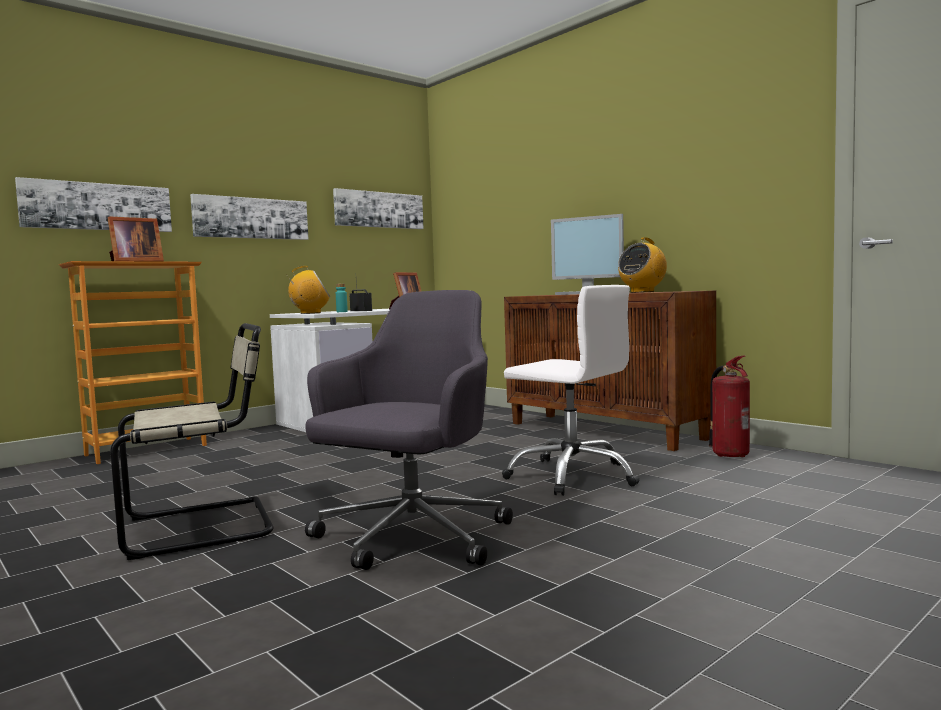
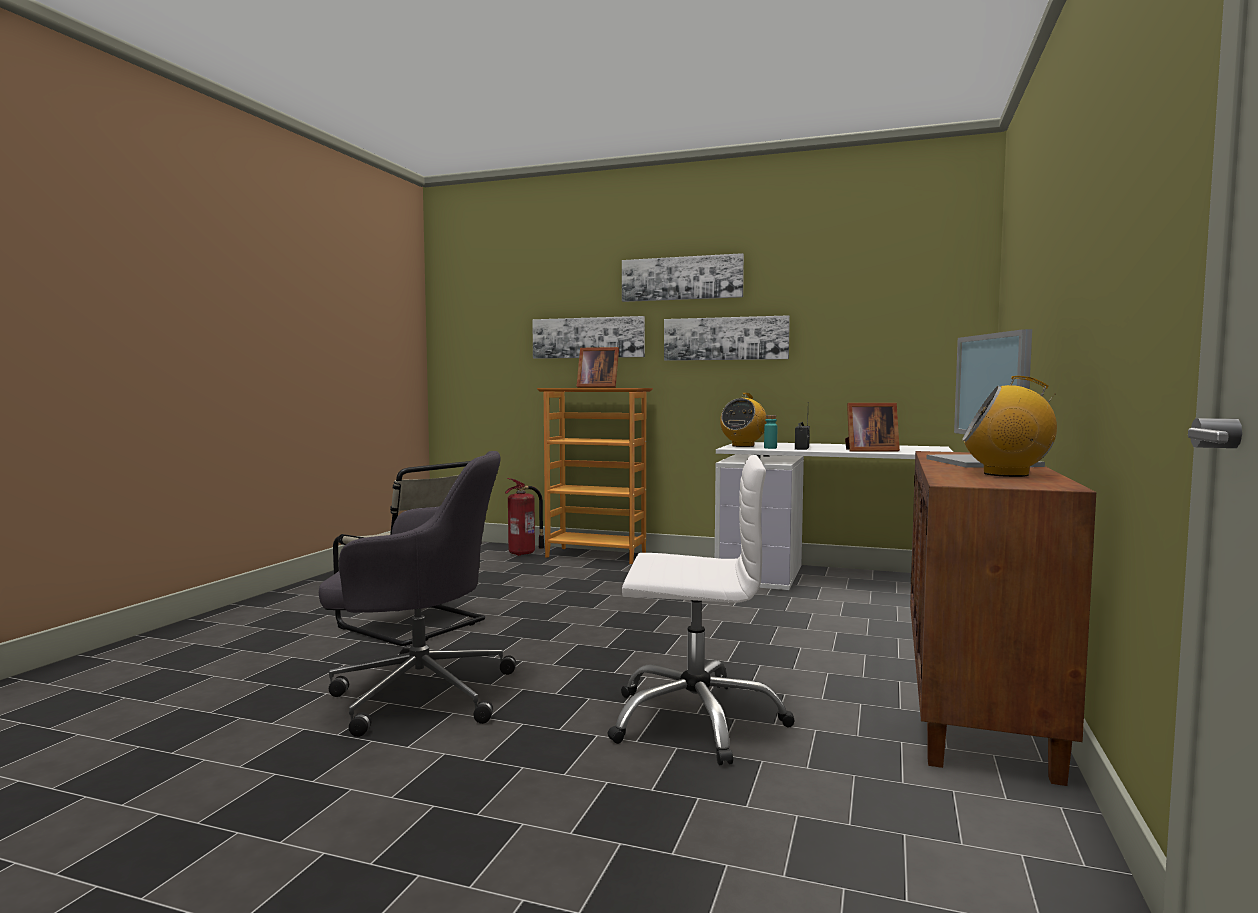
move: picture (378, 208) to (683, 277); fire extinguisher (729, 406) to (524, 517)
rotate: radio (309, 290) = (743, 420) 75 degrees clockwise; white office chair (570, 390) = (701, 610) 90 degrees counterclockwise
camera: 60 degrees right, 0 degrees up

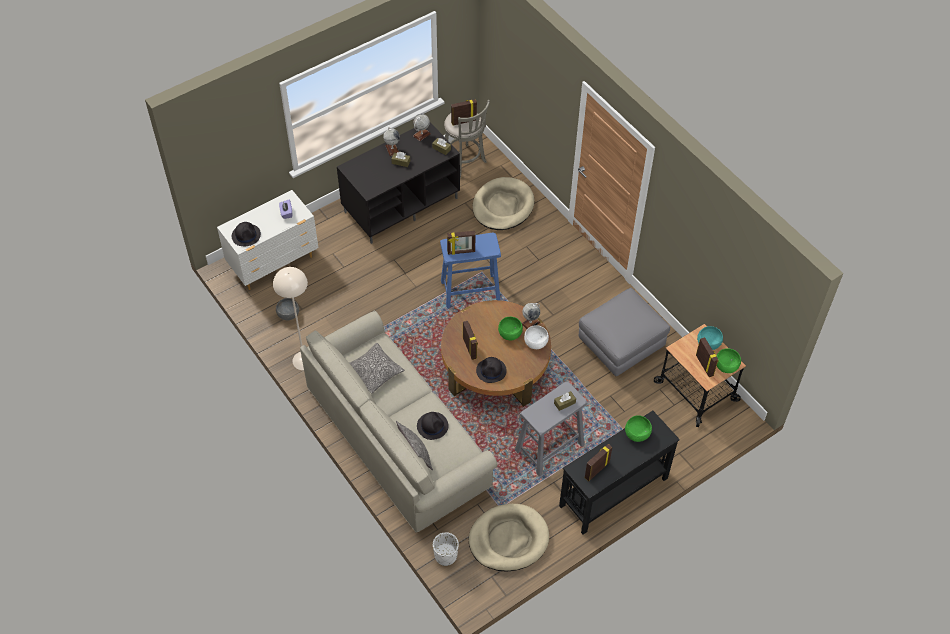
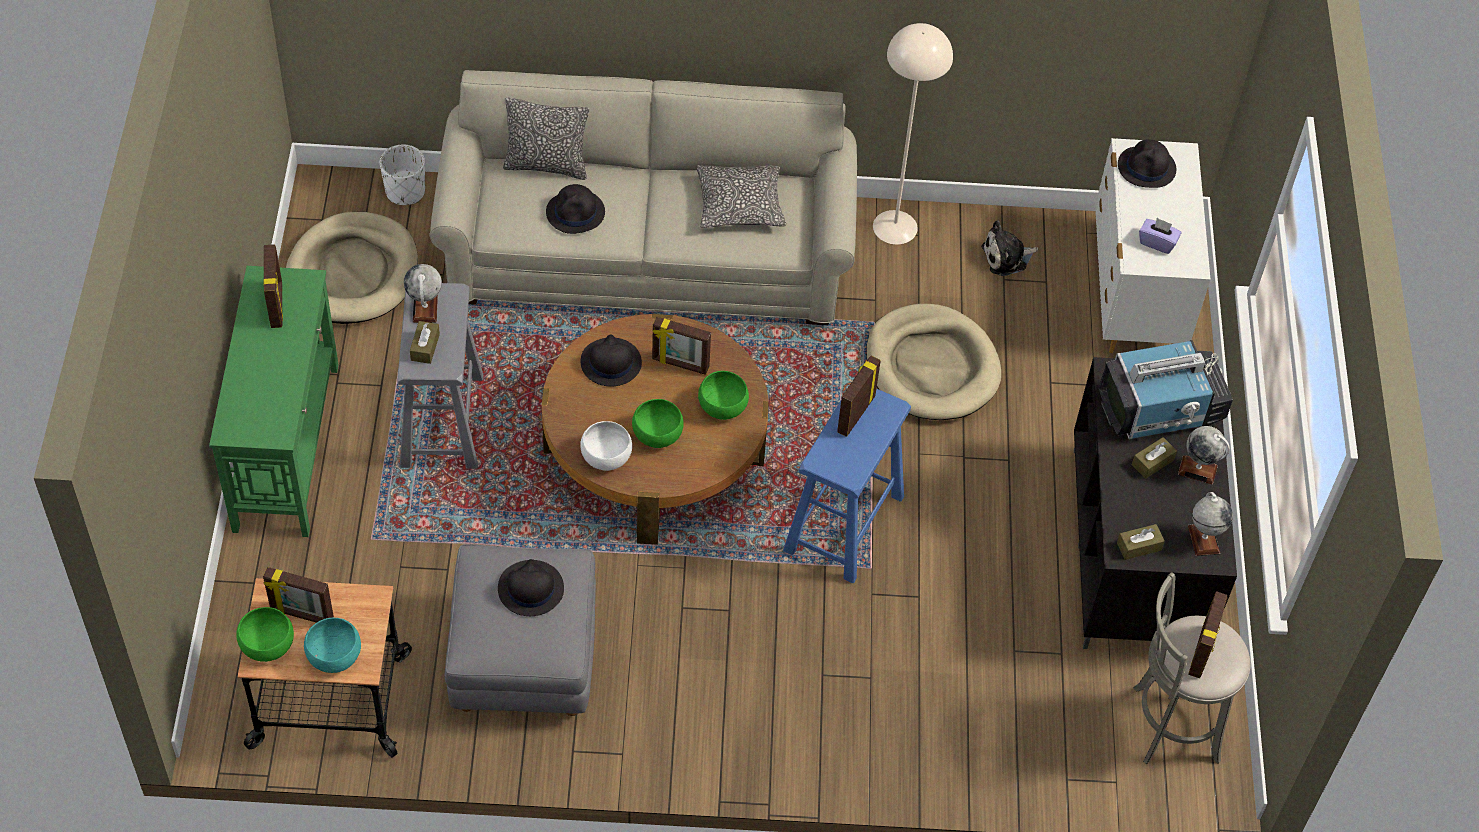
insert: television (1166, 389); black hat (531, 587)
move: beige dog bed (503, 203) to (933, 362); globe (531, 316) to (423, 293); green bowl (638, 428) to (723, 395)
replace: grey bowl (287, 309) to plush toy (1009, 248)
recolor: black console table (619, 473) to green console table (274, 401)
camera: 125 degrees right, 0 degrees up

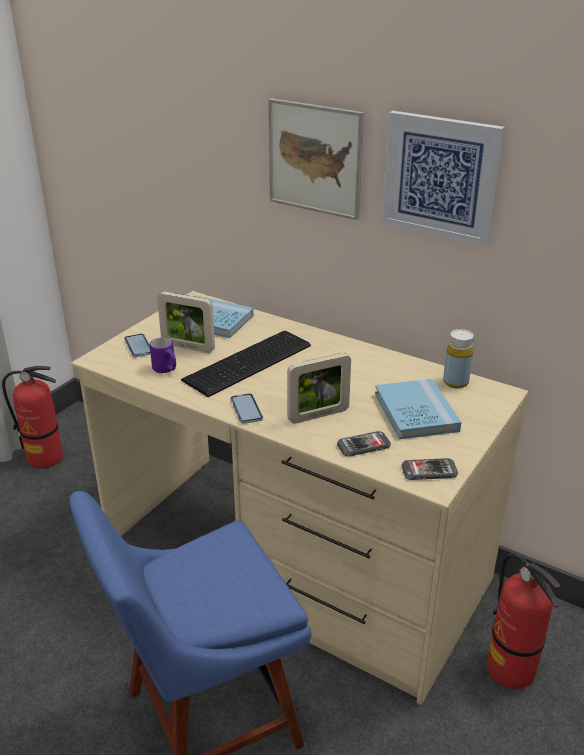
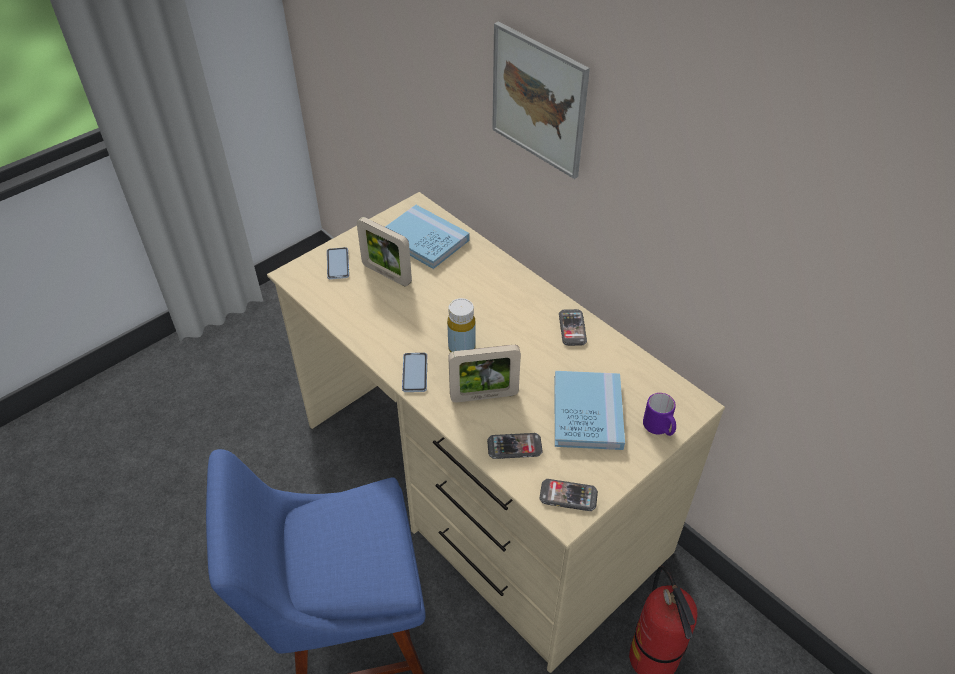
delete: picture (443, 178); keyboard (246, 364); fire extinguisher (32, 417)
insert: phone (573, 327)
move: yellow bottle (458, 358) to (461, 325); purple mug (163, 355) to (659, 414)
camera: 15 degrees right, 15 degrees up

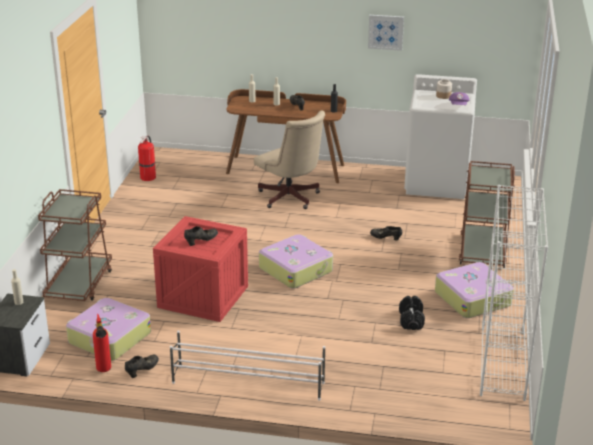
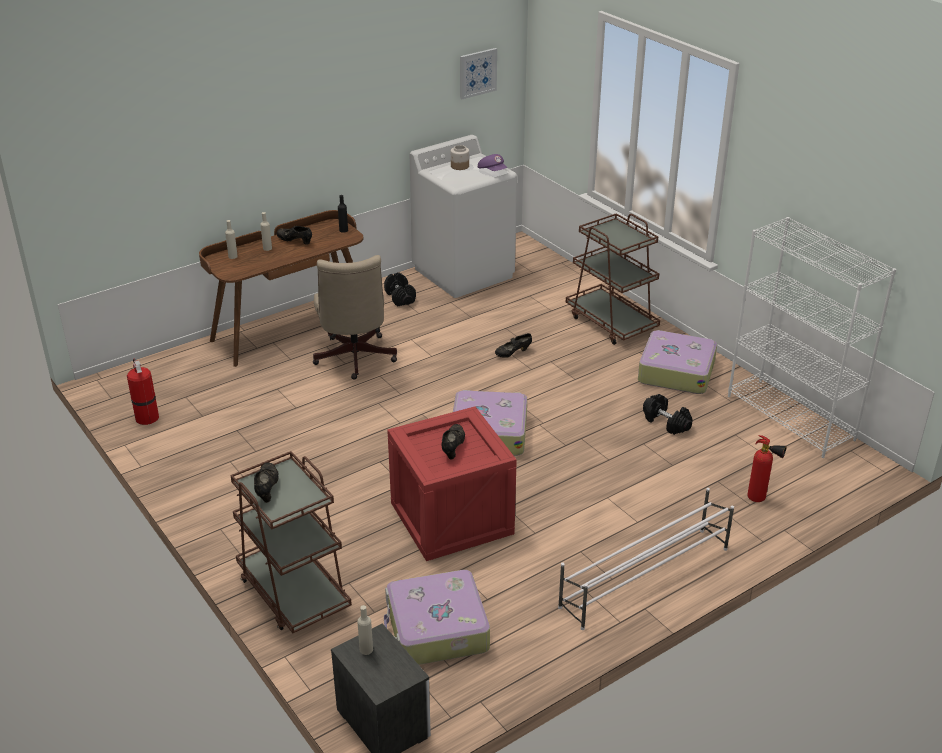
insert: black dumbbell (400, 289)
move: picture (386, 33) to (478, 73); fire extinguisher (102, 343) to (767, 468); black shoe (142, 366) to (266, 482)
rotate: beige office chair (289, 159) = (355, 317) 75 degrees clockwise
camera: 45 degrees left, 5 degrees up

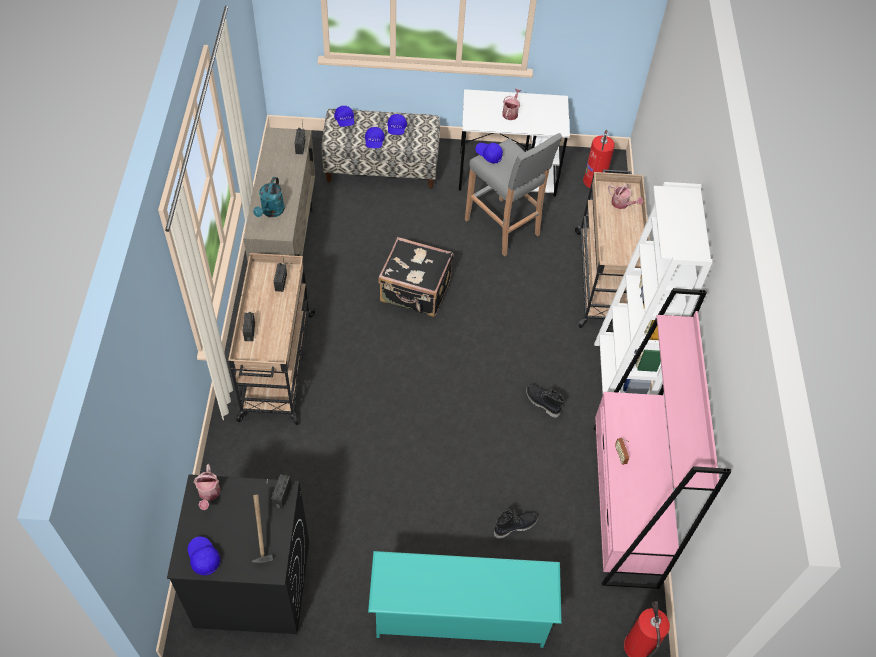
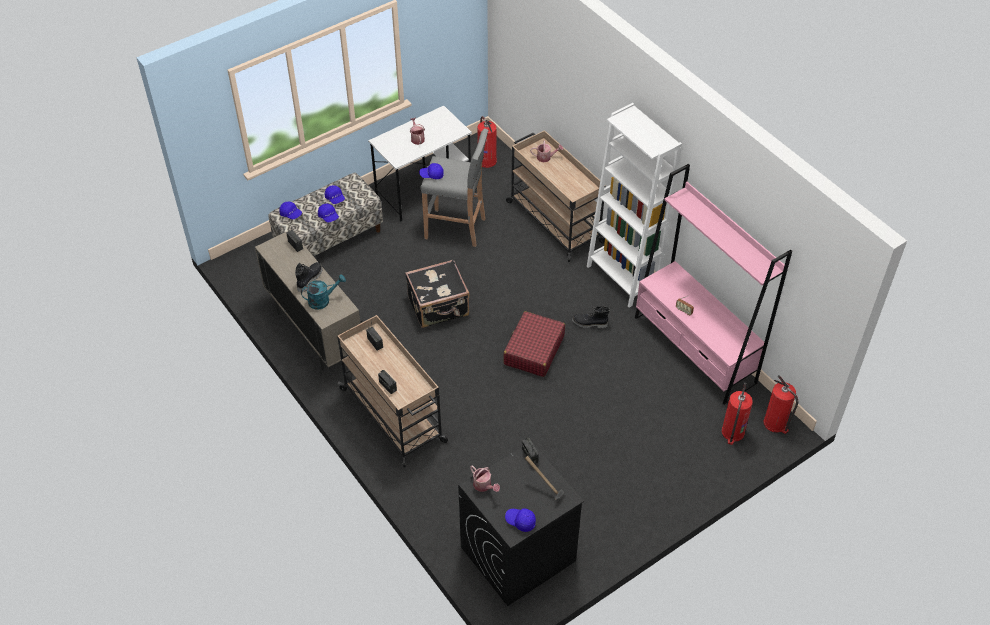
delete: turquoise shoe rack (465, 599)
insert: red suitcase (534, 344); fire extinguisher (737, 413)
move: black boot (516, 524) to (309, 277)
rotate: turquoise watering can (269, 197) = (323, 291) 90 degrees counterclockwise
camera: 35 degrees left, 5 degrees down

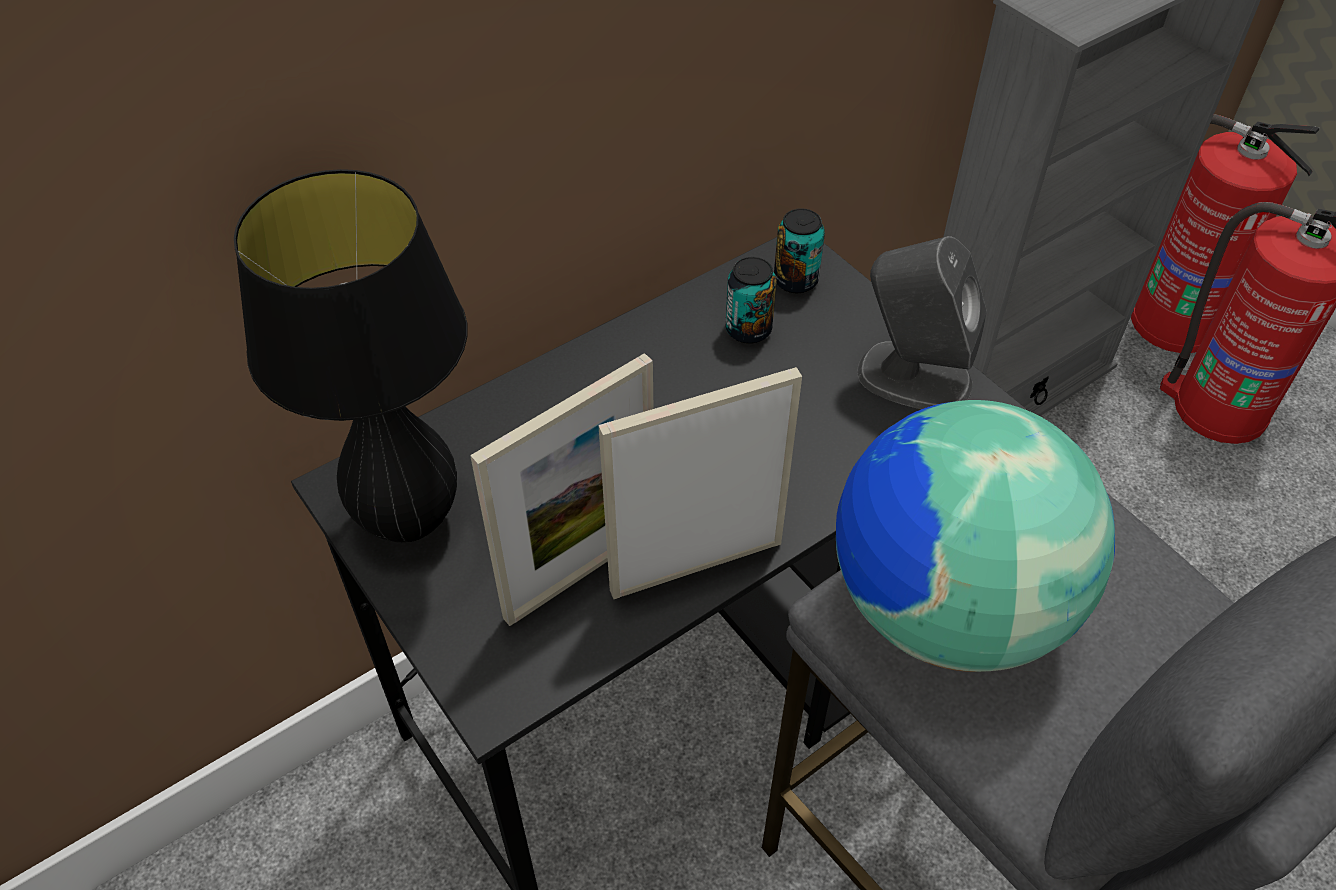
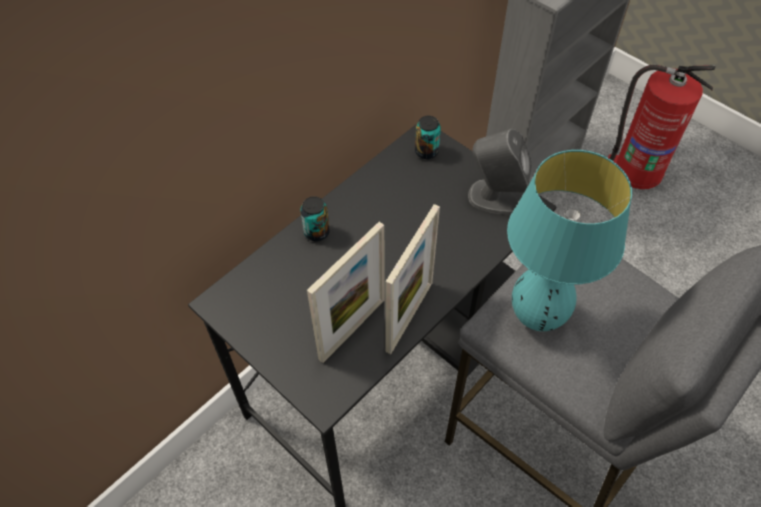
delete: fire extinguisher (1225, 233); black table lamp (350, 355)
move: can (751, 300) to (315, 218)
replace: globe (975, 536) to turquoise table lamp (569, 240)
rotate: picture frame (700, 483) = (412, 279) 150 degrees clockwise
camera: 10 degrees left, 5 degrees up

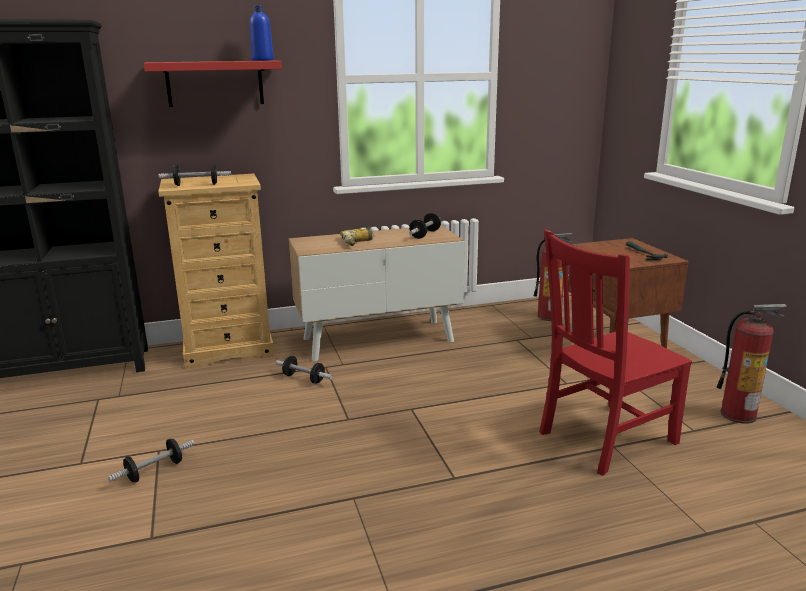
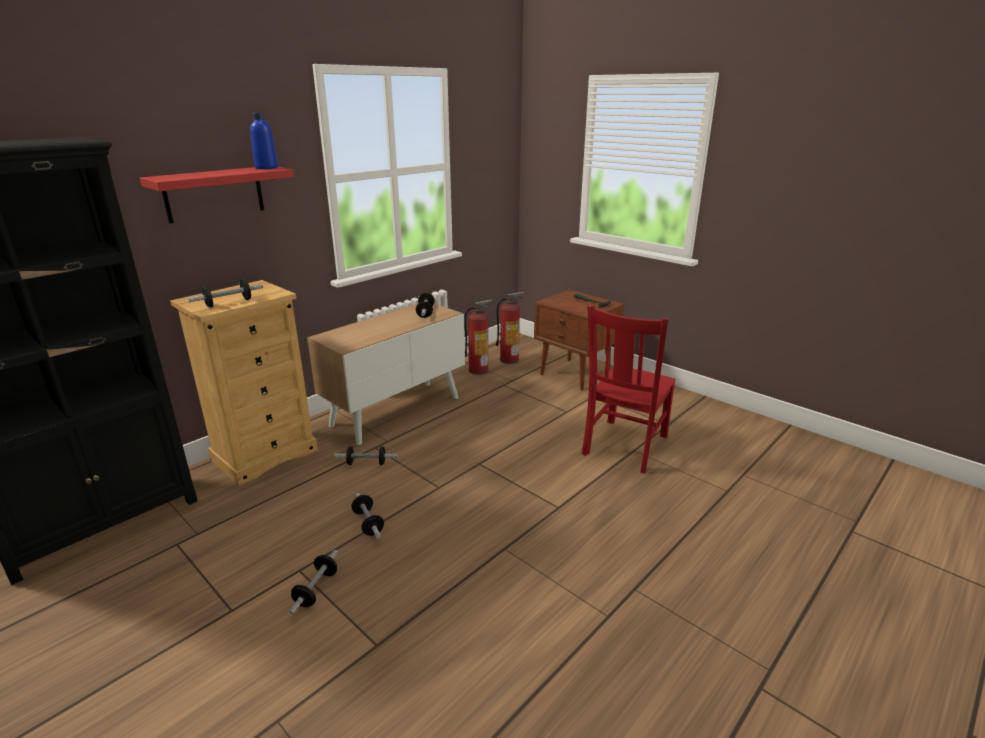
delete: power drill (357, 236)
insert: dumbbell (367, 516)
move: fire extinguisher (752, 364) to (478, 337)
camera: 30 degrees left, 5 degrees up

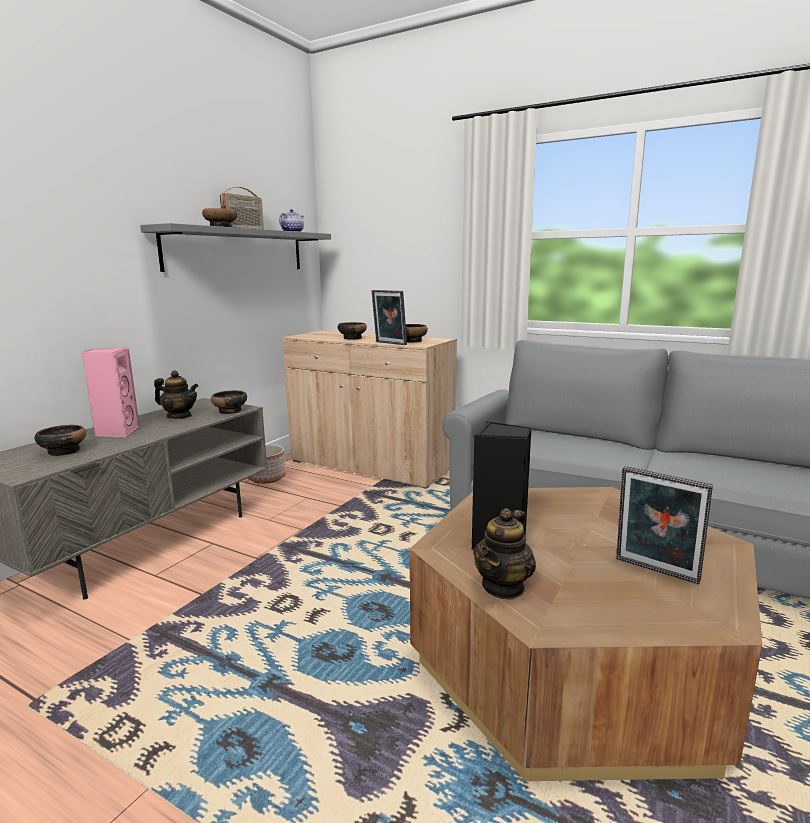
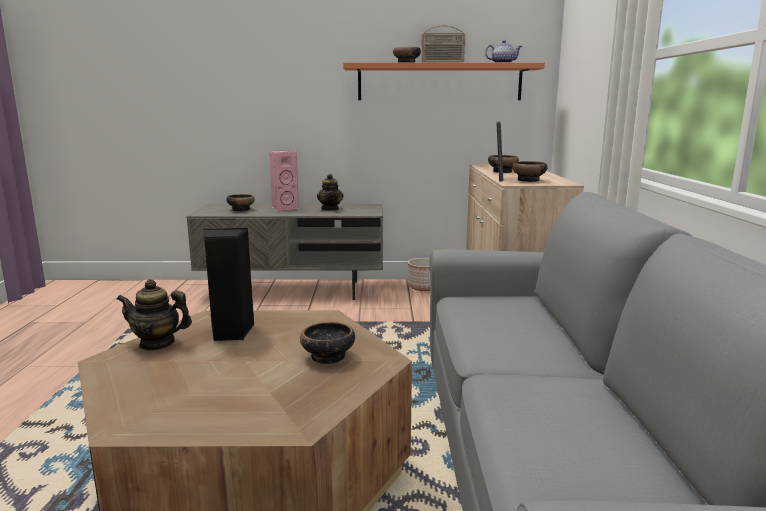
delete: picture frame (664, 525)
move: bowl (229, 402) to (327, 343)
recolor: grey shelf (235, 247) to orange shelf (444, 81)
camera: 60 degrees right, 0 degrees up

